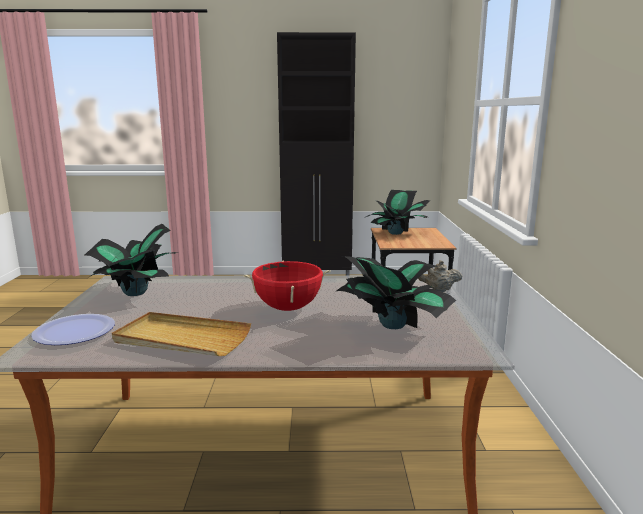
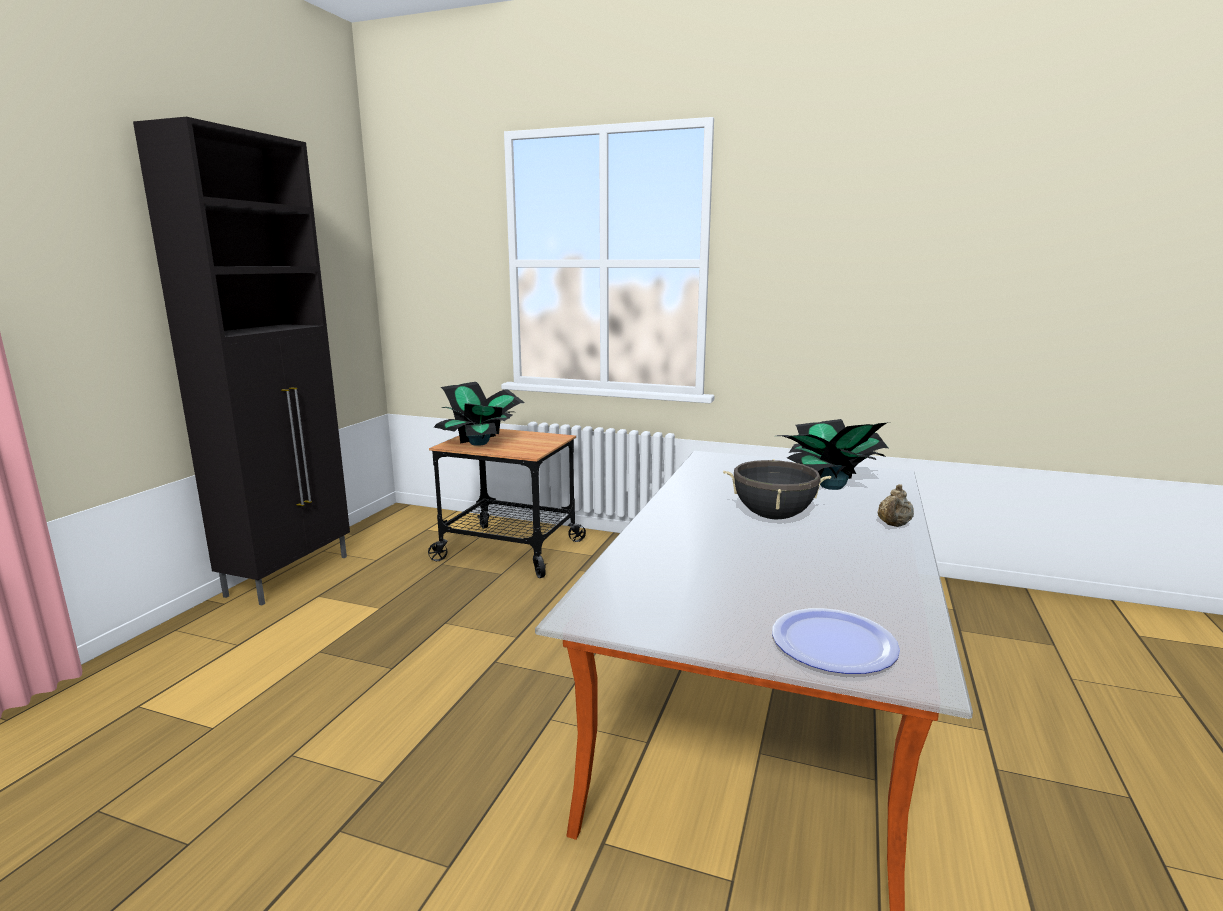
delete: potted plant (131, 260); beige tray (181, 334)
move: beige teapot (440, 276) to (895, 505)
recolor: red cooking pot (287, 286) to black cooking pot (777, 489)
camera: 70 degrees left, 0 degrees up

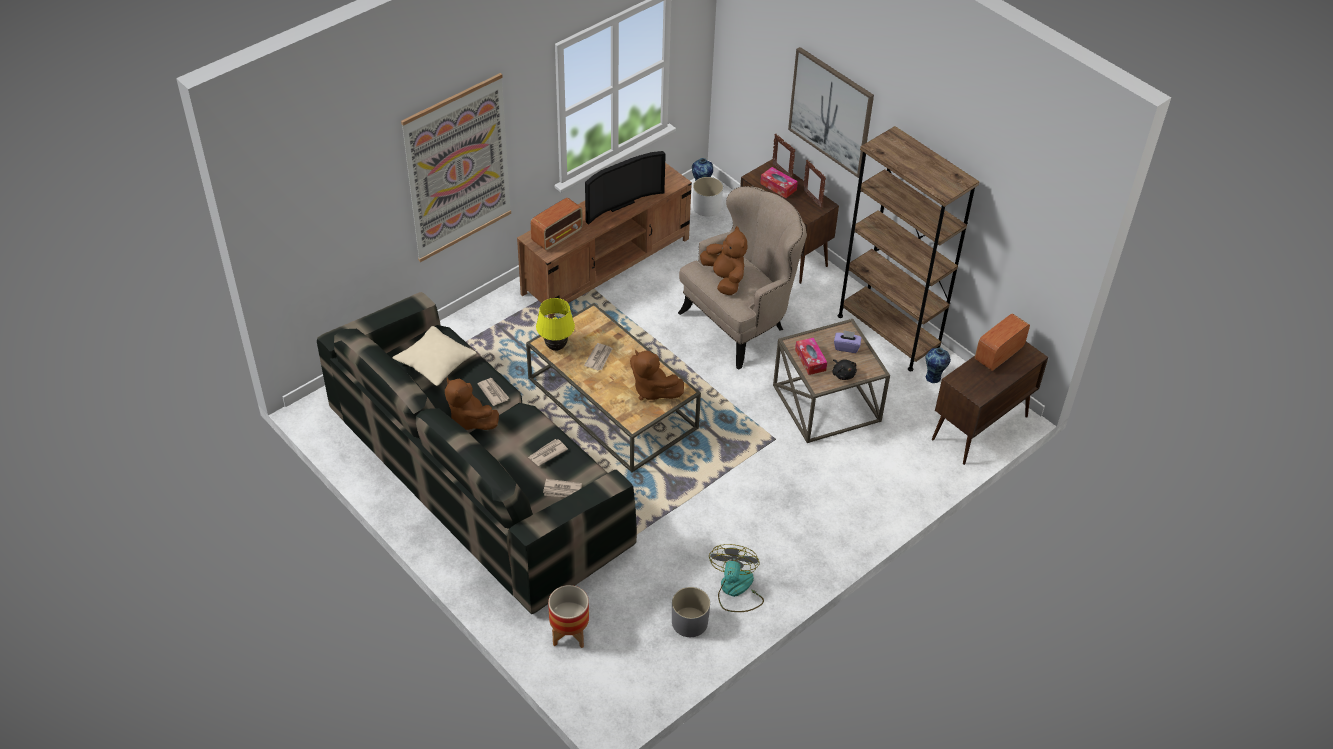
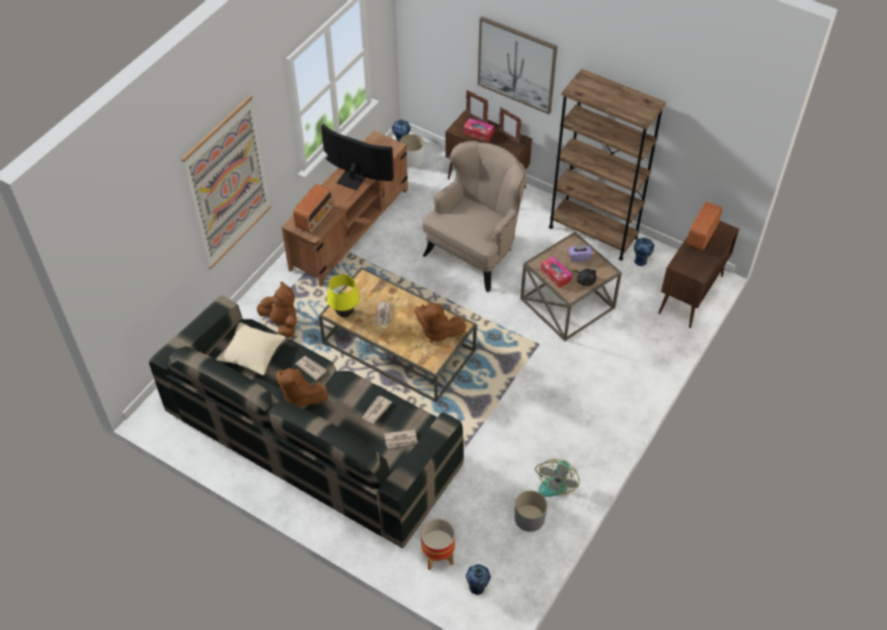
insert: vase (478, 579)
move: brown plush toy (723, 260) to (277, 309)
rotate: television (625, 188) = (357, 157) 105 degrees counterclockwise; fan (736, 578) = (557, 478) 150 degrees counterclockwise
camera: 15 degrees left, 5 degrees up

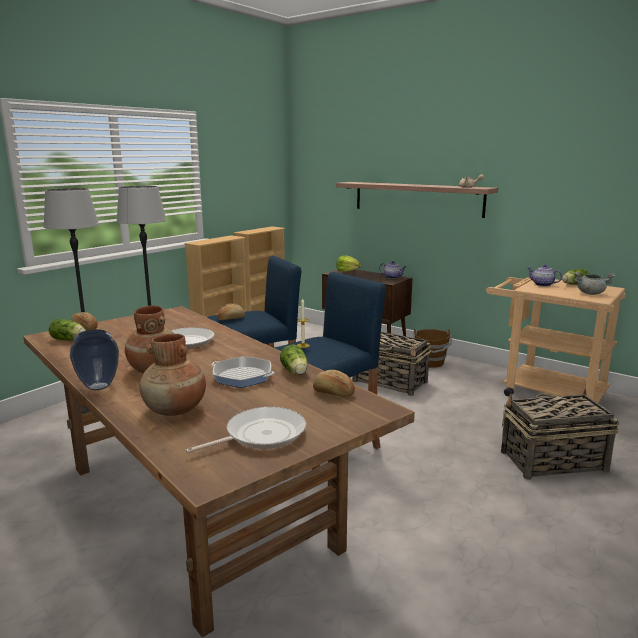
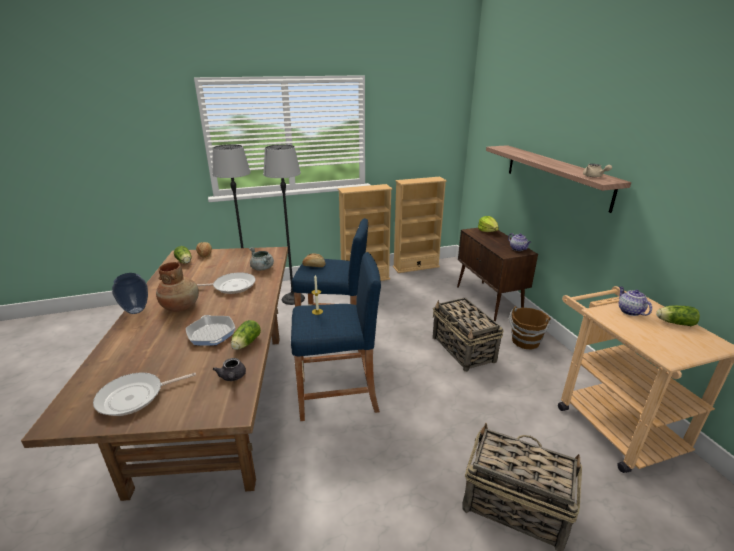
delete: brown vase (172, 375)
move: grey cooking pot (594, 283) to (261, 259)
replace: bread (334, 383) to grey teapot (229, 369)
rotate: frying pan (246, 430) = (144, 394) 150 degrees clockwise
camera: 35 degrees right, 10 degrees up

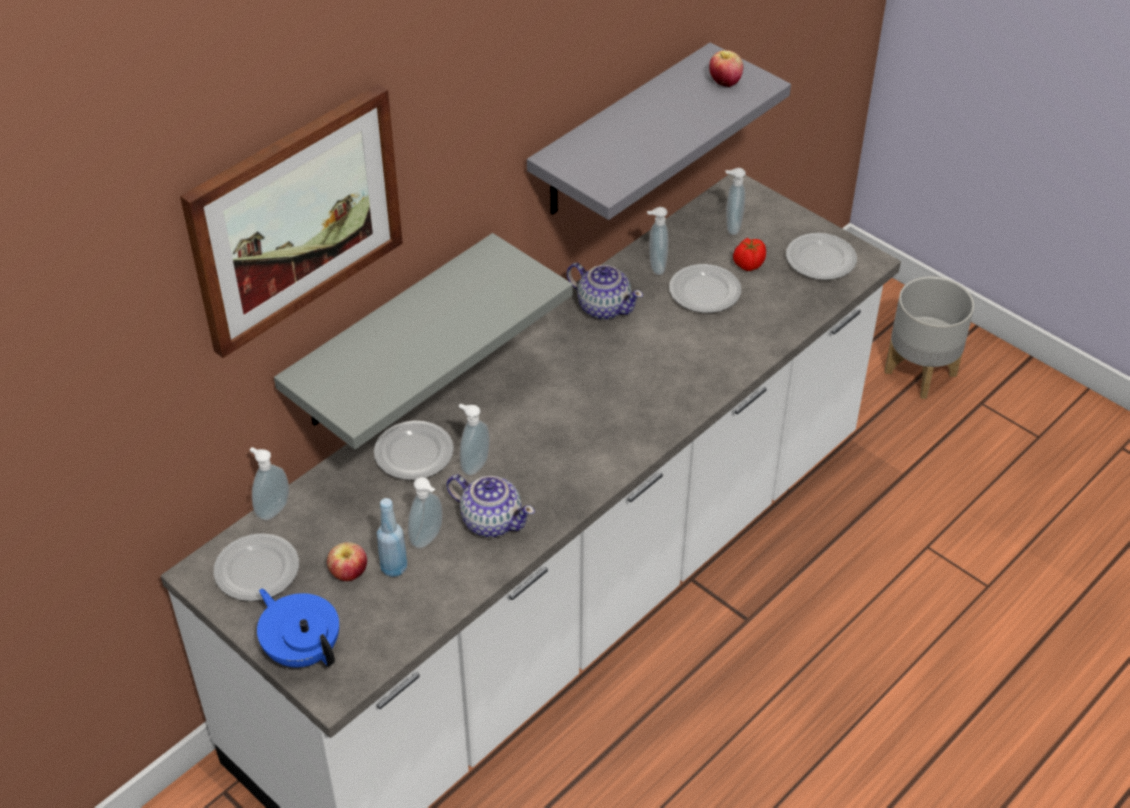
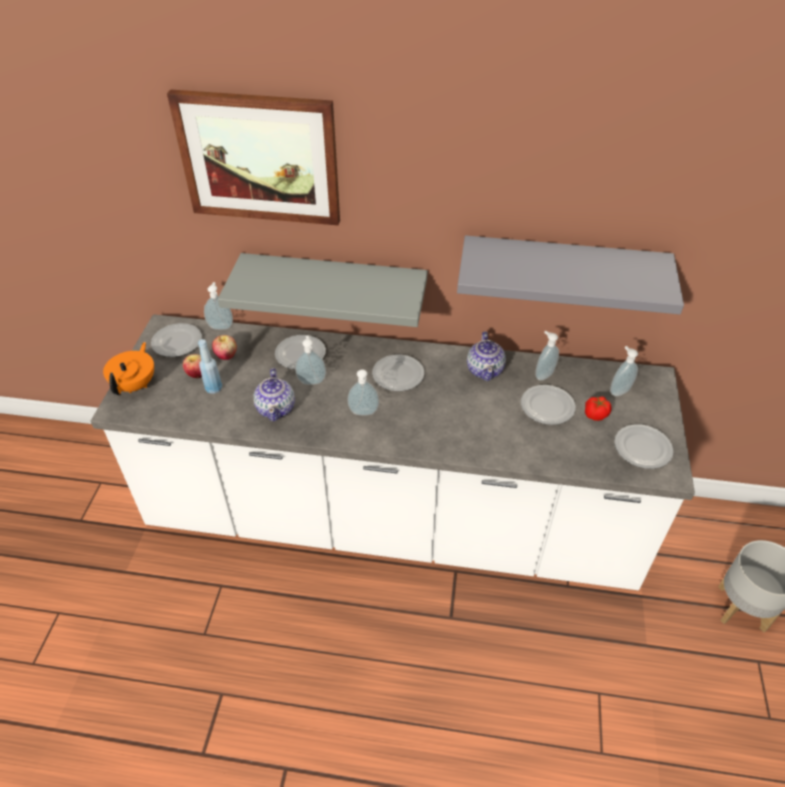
insert: plate (398, 373)
move: apple (726, 68) to (224, 347); soap dispenser (425, 513) to (363, 392)
recolor: blue teapot (298, 628) to orange teapot (128, 368)
camera: 55 degrees right, 0 degrees up

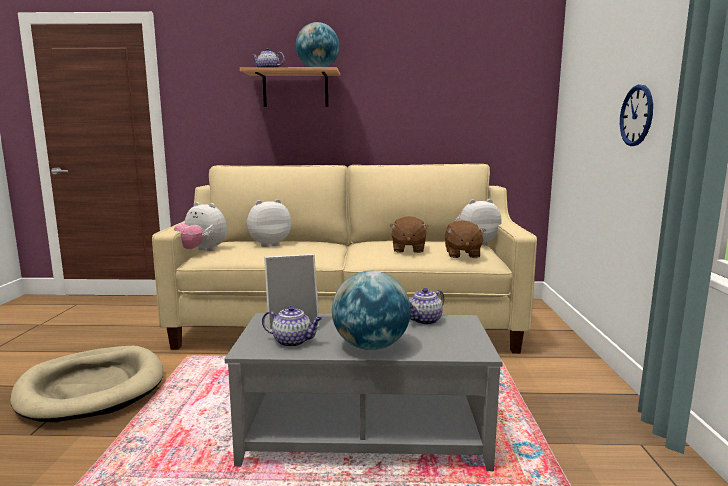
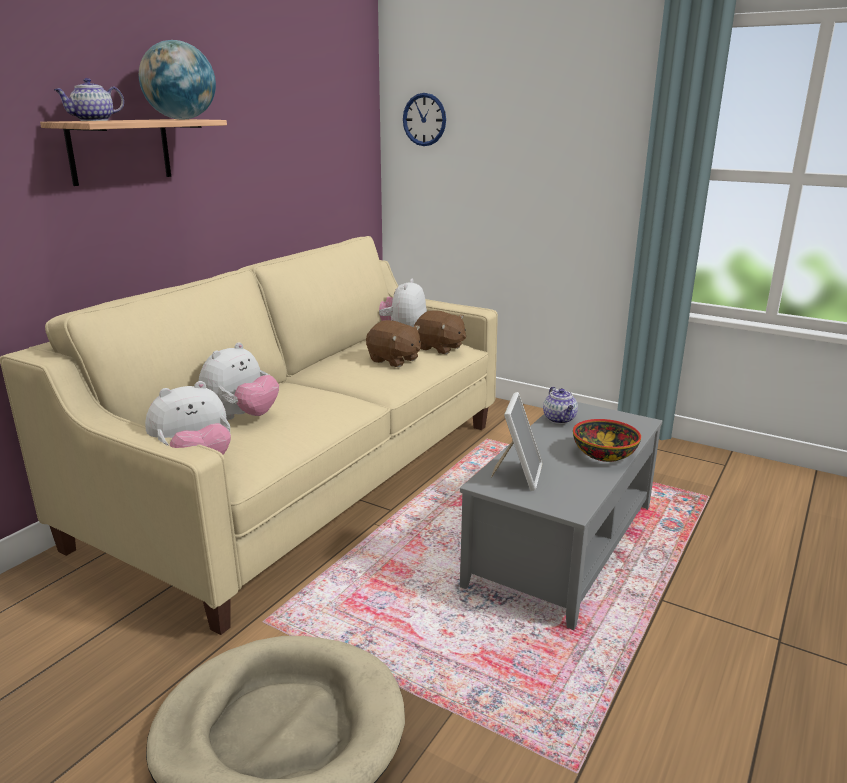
delete: teapot (292, 326)
move: wall clock (636, 115) to (424, 119)
replace: globe (371, 310) to bowl (607, 440)
rotate: plush toy (268, 223) = (239, 381) 150 degrees counterclockwise
camera: 60 degrees left, 10 degrees up

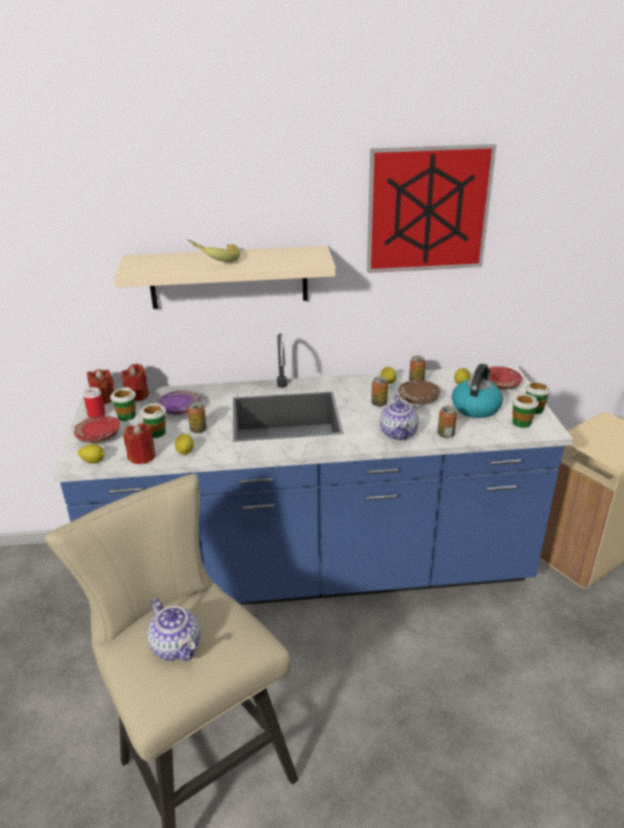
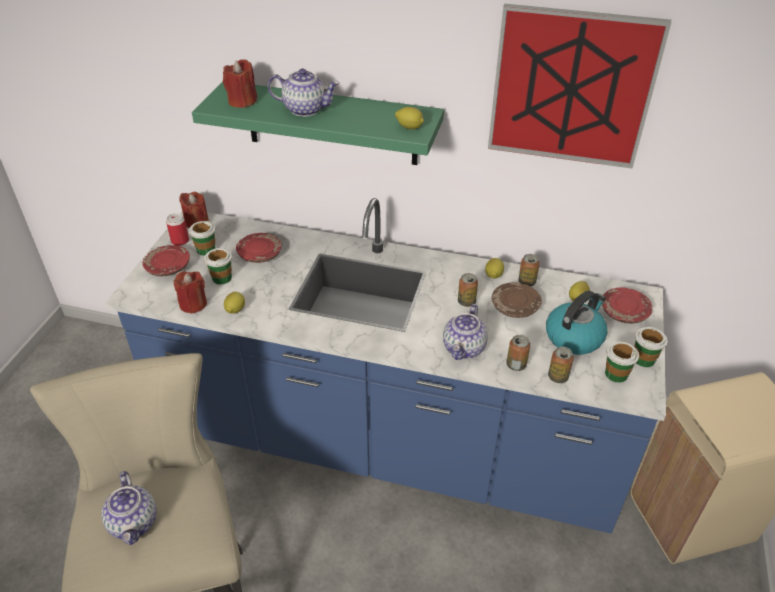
move: red candle (135, 382) to (240, 83); can (197, 417) to (561, 365); lemon (91, 453) to (409, 118)
replace: banana (214, 251) to teapot (303, 93)
recolor: beige shelf (225, 277) to green shelf (318, 123); purple plate (179, 403) to red plate (259, 248)
camera: 20 degrees right, 10 degrees up

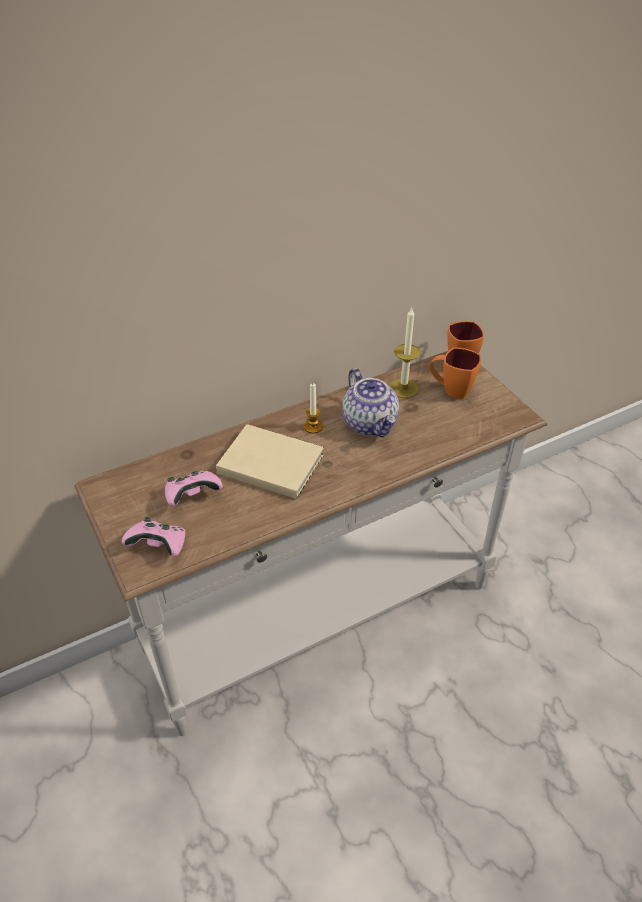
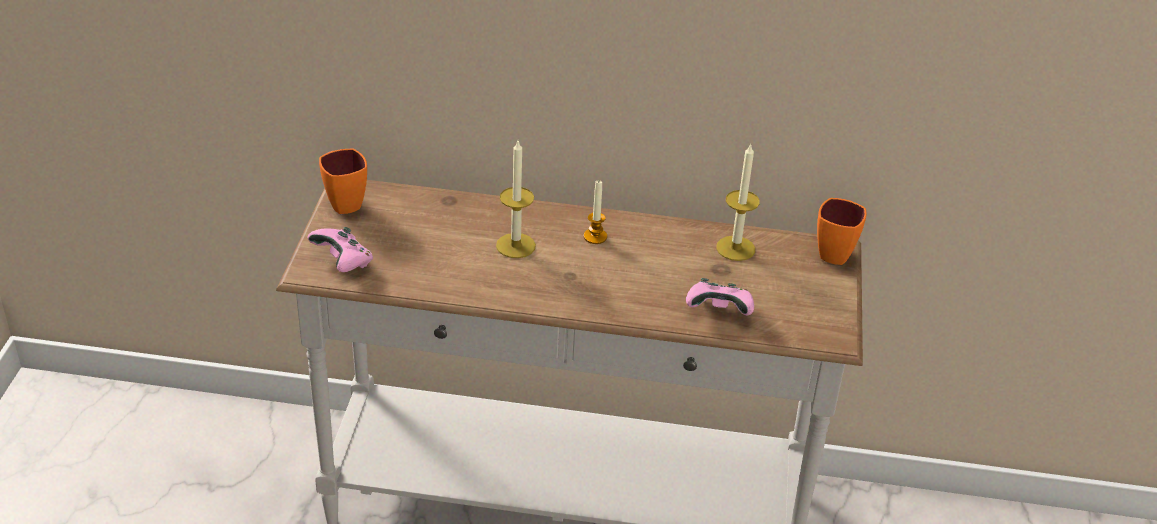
delete: teapot (370, 402)
move: orange mug (455, 373) to (343, 181); pink game controller (194, 488) to (720, 296)
replace: beige book (270, 461) to candle (516, 199)
camera: 35 degrees right, 5 degrees down

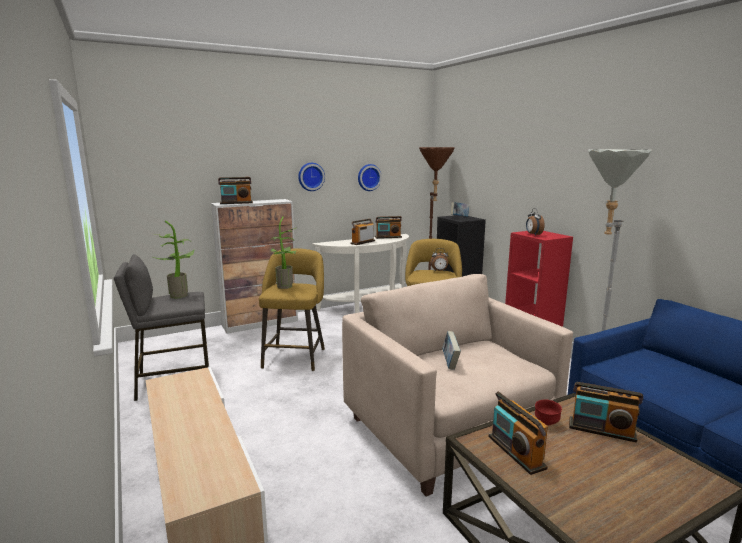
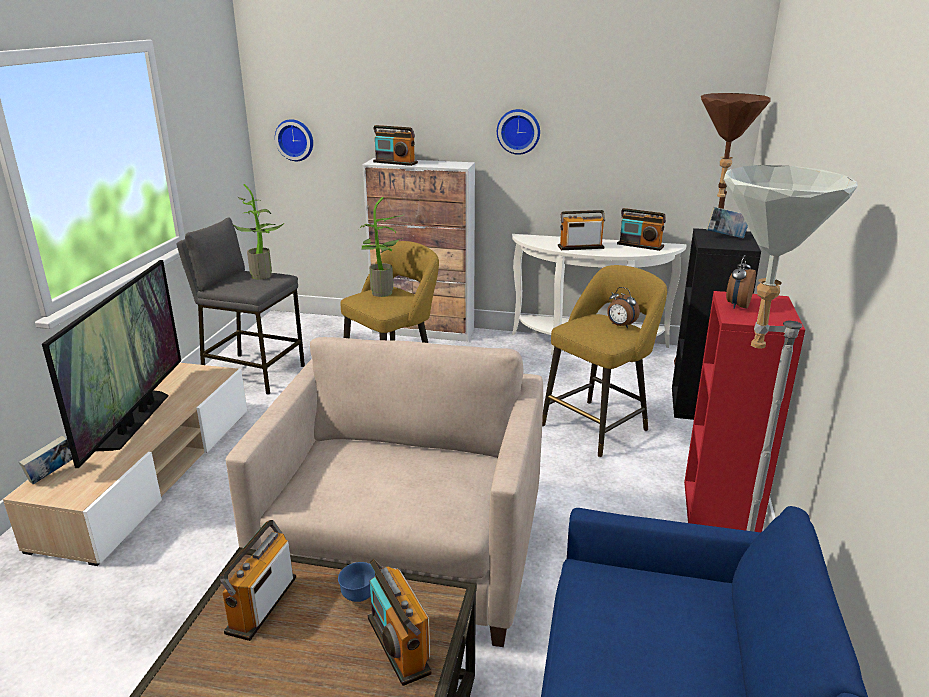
insert: television (111, 364)
move: wall clock (370, 177) to (294, 140); book (451, 350) to (46, 460)
recolor: red bowl (548, 412) to blue bowl (356, 582)
camera: 40 degrees right, 10 degrees up

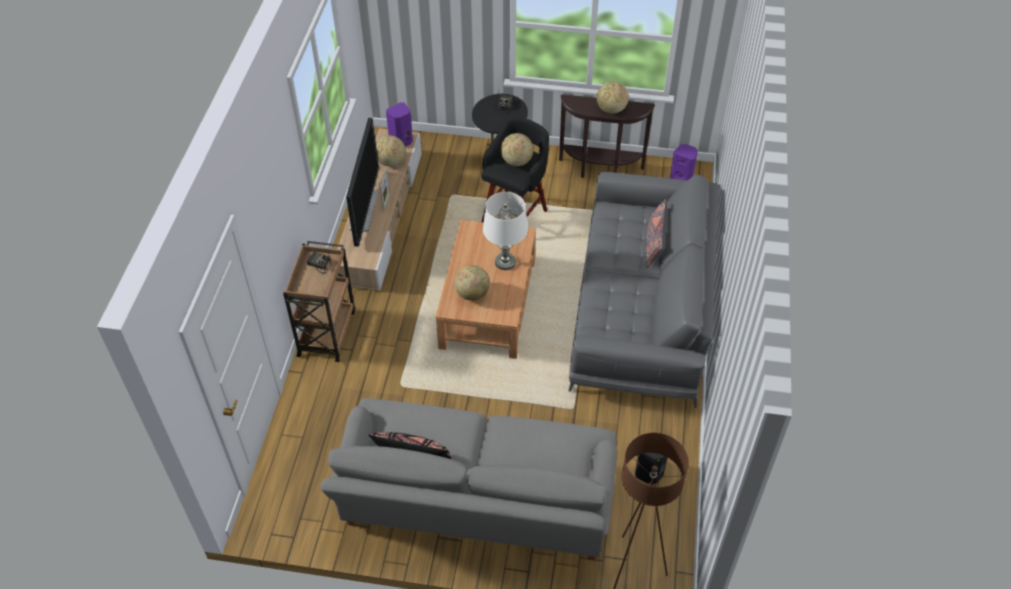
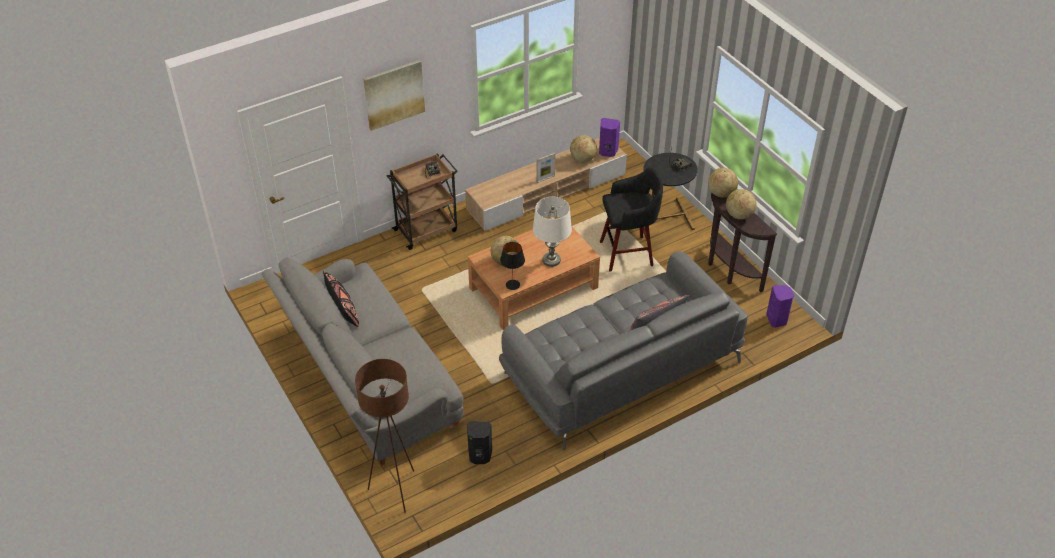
delete: television (362, 182)
insert: picture (394, 95); black table lamp (512, 266)
move: globe (517, 149) to (723, 183)
camera: 50 degrees right, 5 degrees down

